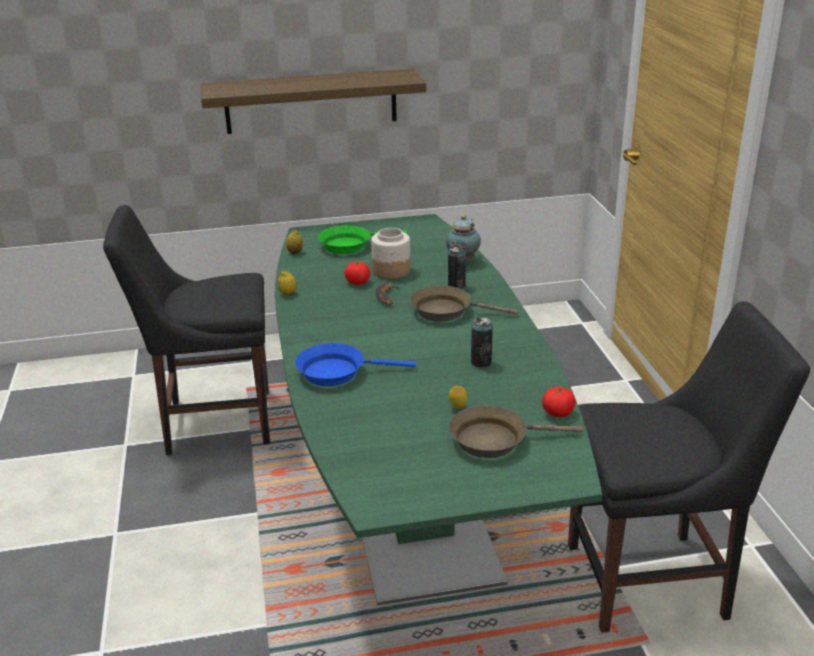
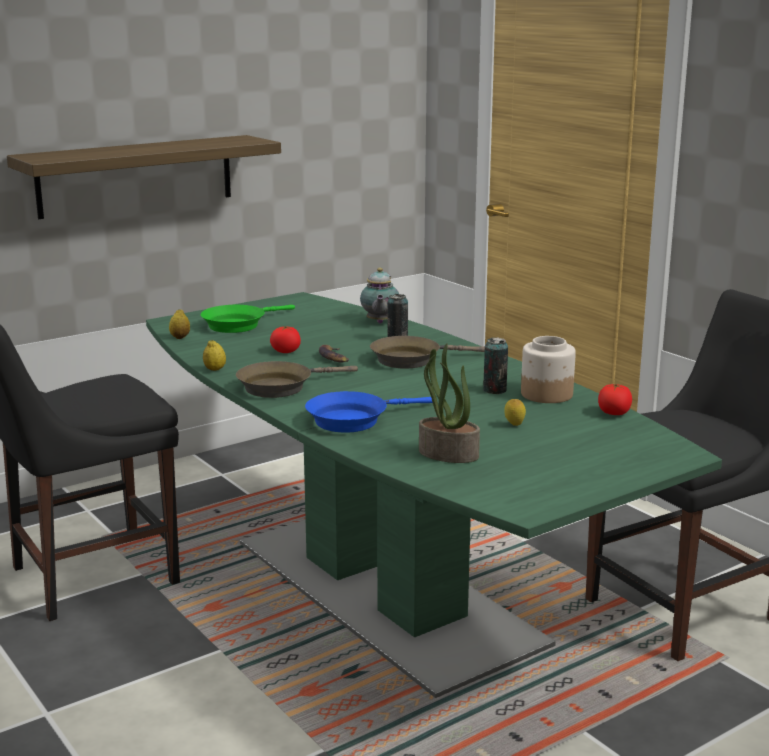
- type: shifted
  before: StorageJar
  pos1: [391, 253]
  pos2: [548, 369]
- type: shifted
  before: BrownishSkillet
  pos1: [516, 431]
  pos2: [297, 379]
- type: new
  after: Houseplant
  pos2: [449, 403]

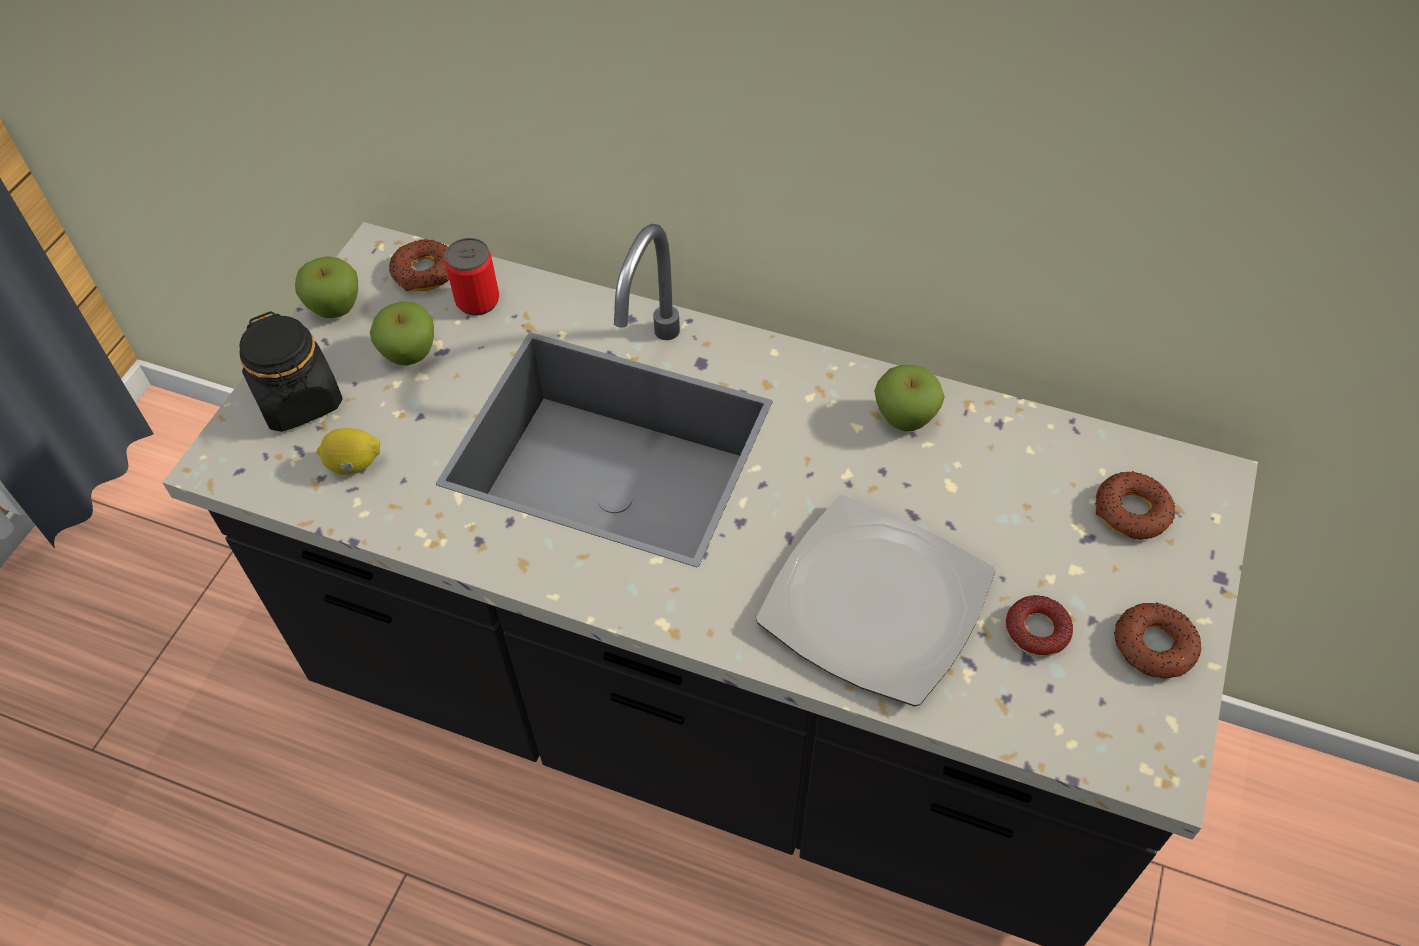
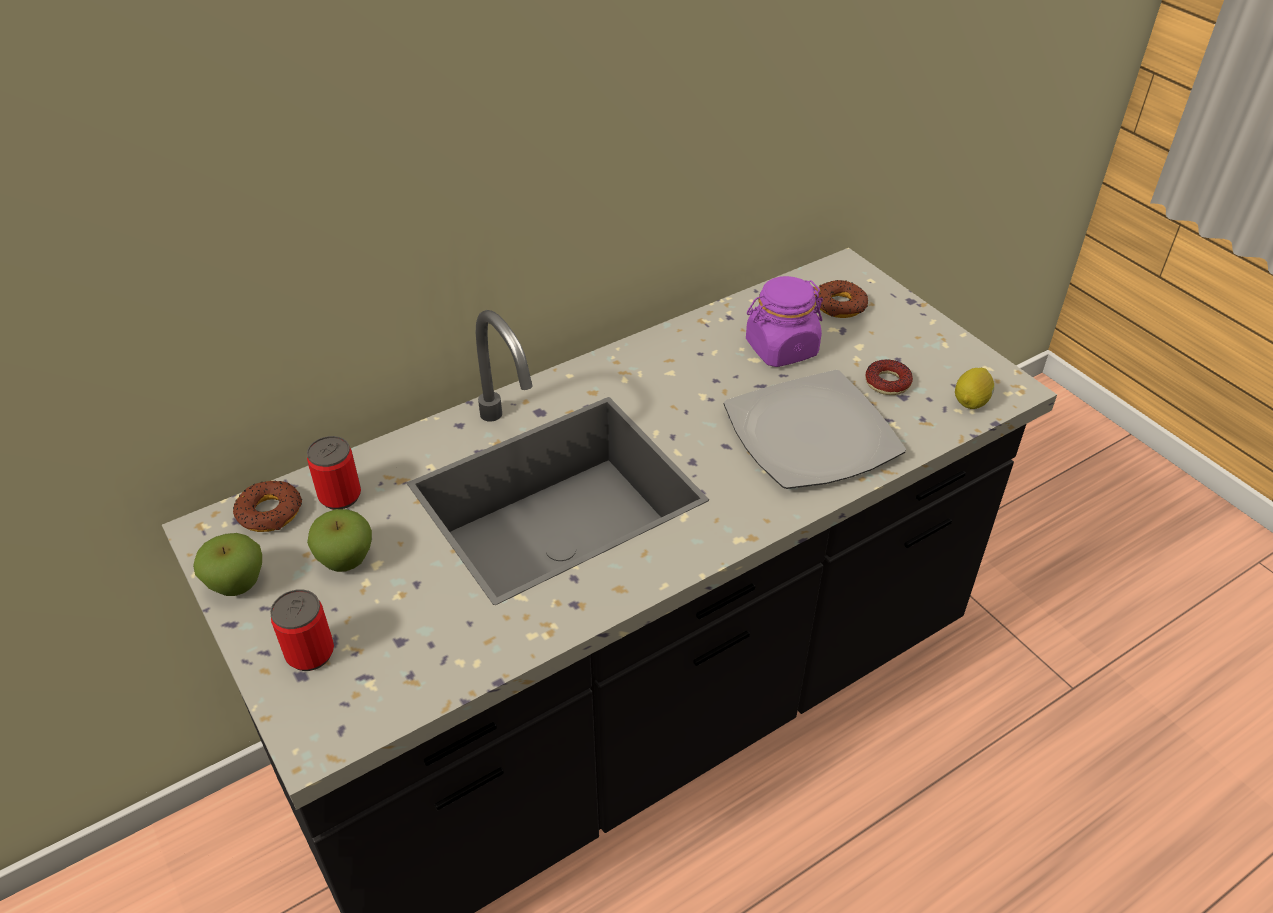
- type: swapped
  before: BlackishStorageJar
  after: Can
  pos1: [291, 371]
  pos2: [302, 630]
- type: shifted
  before: CitrusFruit
  pos1: [348, 451]
  pos2: [974, 388]
- type: gone
  before: AppleFruit
  pos1: [909, 398]
- type: gone
  before: Donut
  pos1: [1157, 640]
- type: new
  after: PurplishStorageJar
  pos2: [784, 321]

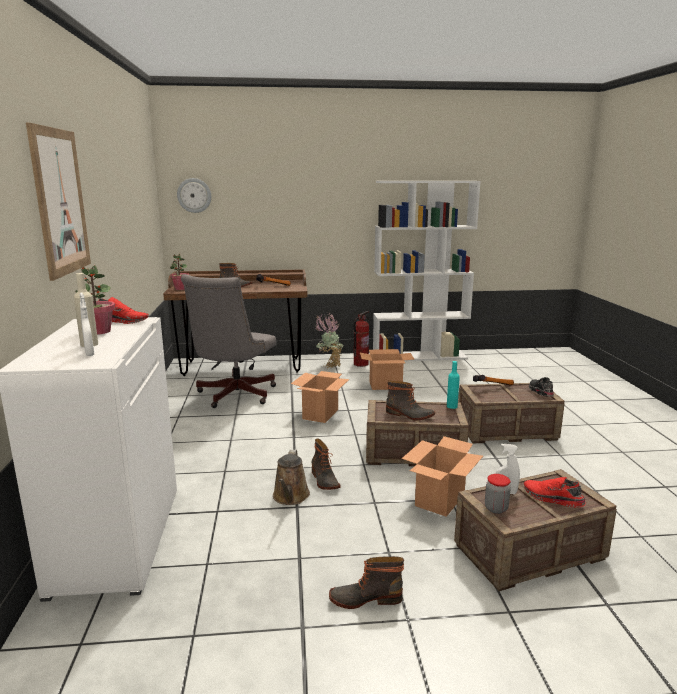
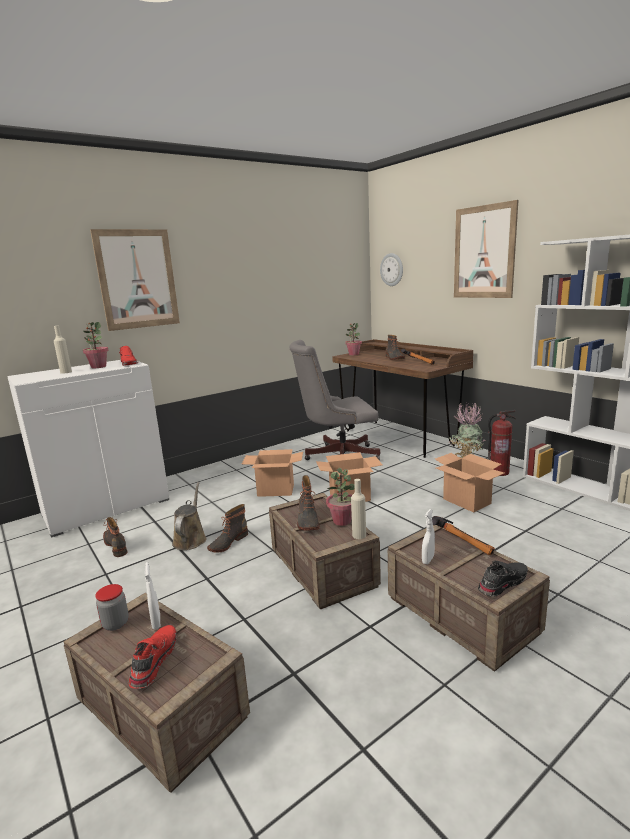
- type: shifted
  before: WhiteSprayer
  pos1: [86, 324]
  pos2: [428, 536]
- type: rotated
  before: BrownishWateringPot
  pos1: [291, 477]
  pos2: [189, 516]
  turn: 120
- type: shifted
  before: Boot
  pos1: [366, 582]
  pos2: [115, 537]
- type: shifted
  before: Carton
  pos1: [442, 476]
  pos2: [272, 473]
- type: repainted
  before: BlueGreenBeverageBottle
  after: SandColouredBeverageBottle
  pos1: [453, 385]
  pos2: [358, 509]
- type: new
  after: Houseplant
  pos2: [340, 497]
- type: new
  after: WallPicture
  pos2: [486, 249]

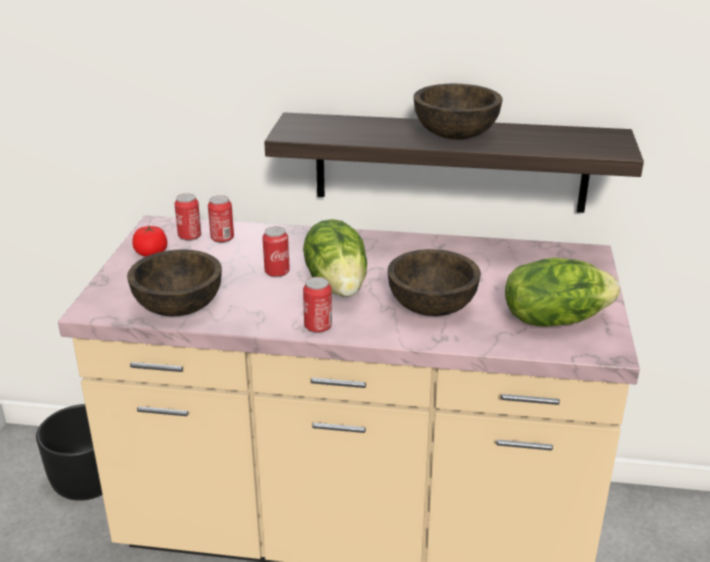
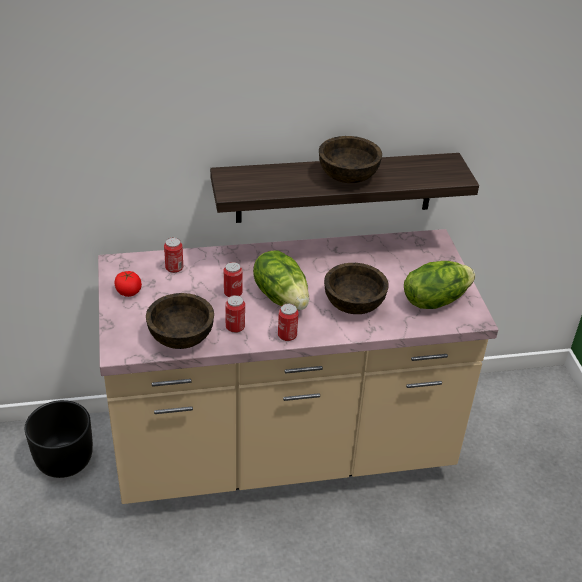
- type: shifted
  before: Can
  pos1: [187, 217]
  pos2: [235, 314]

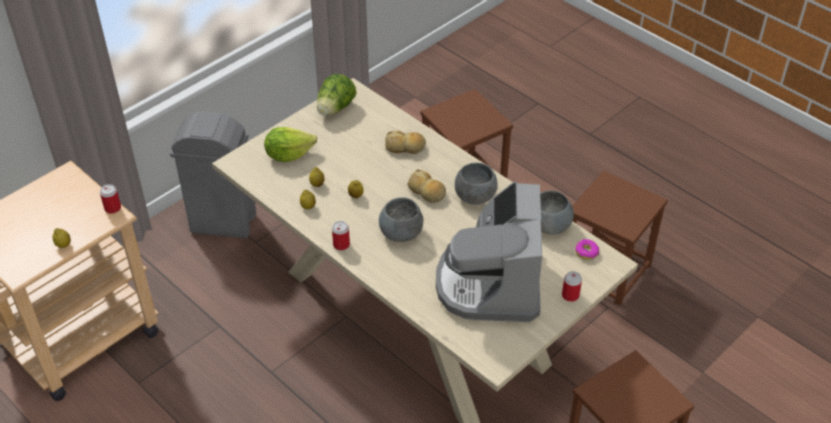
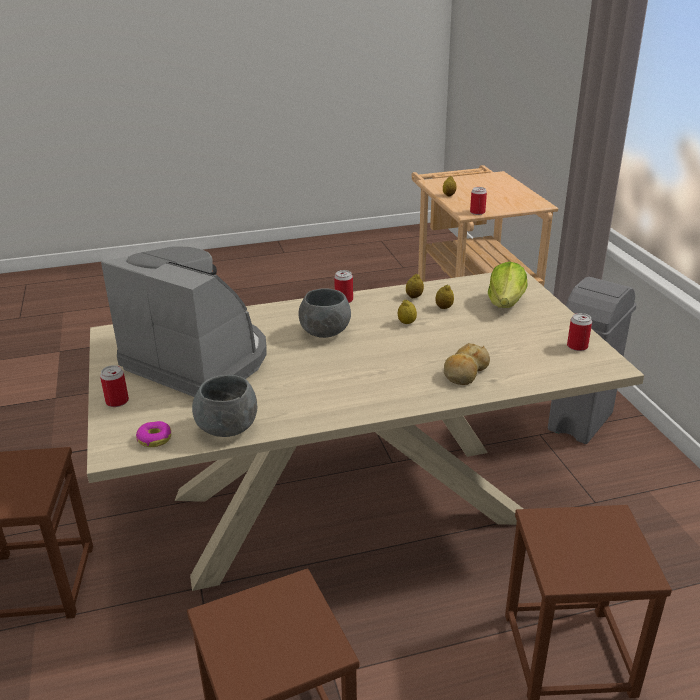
- type: swapped
  before: HeadOfLettuce
  after: Can
  pos1: [337, 95]
  pos2: [579, 332]
- type: gone
  before: BakedBread
  pos1: [426, 186]
- type: gone
  before: GreyishBowl
  pos1: [476, 184]

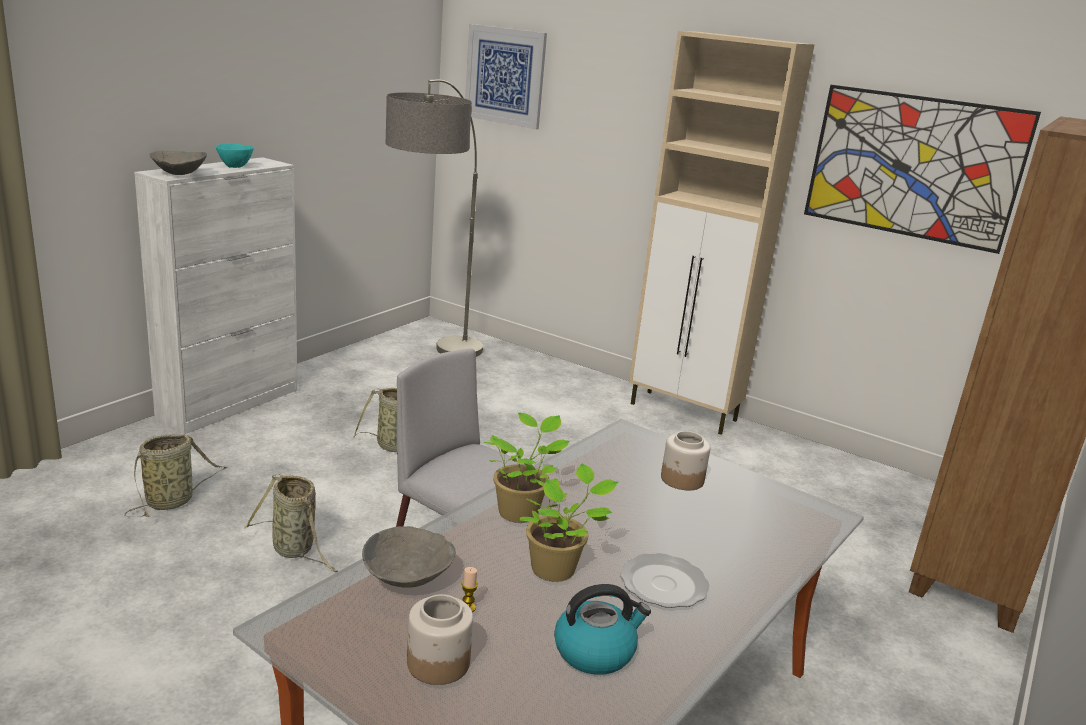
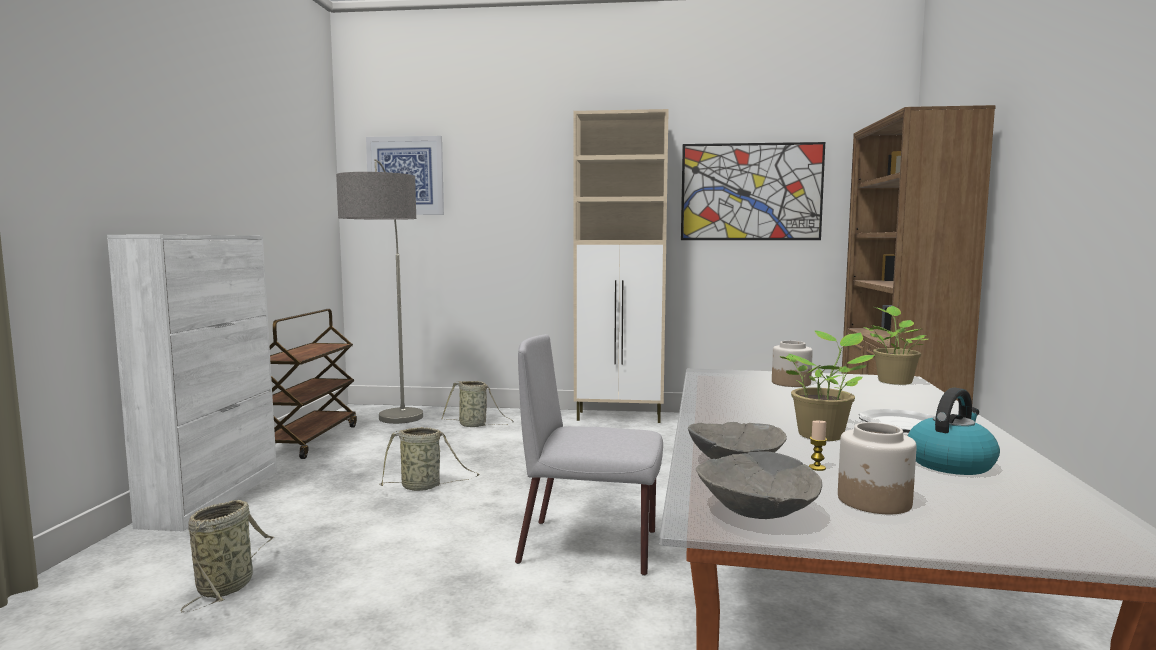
- type: shifted
  before: GreyishBowl
  pos1: [178, 163]
  pos2: [759, 485]
- type: gone
  before: BlueGreenBowl
  pos1: [235, 156]
- type: shifted
  before: HouseholdBasket
  pos1: [291, 523]
  pos2: [477, 404]
- type: shifted
  before: Houseplant
  pos1: [527, 468]
  pos2: [895, 345]
- type: new
  after: BrownishCart
  pos2: [313, 384]

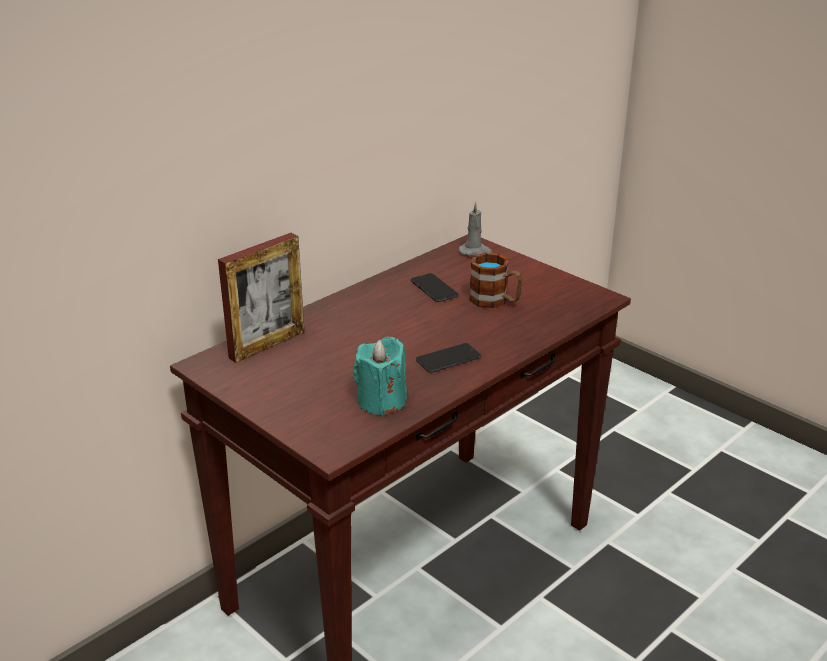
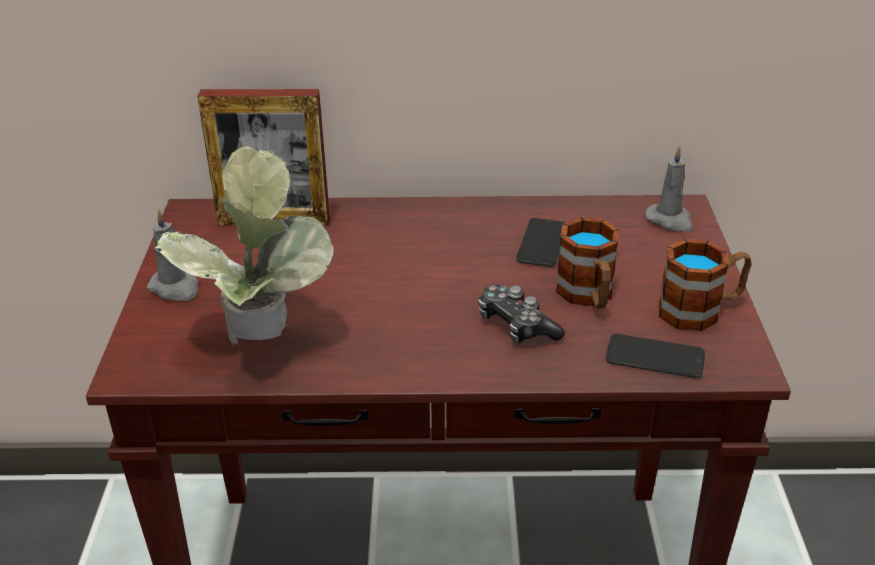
- type: swapped
  before: BlueGreenWaxCandle
  after: Houseplant
  pos1: [380, 376]
  pos2: [244, 245]
- type: shifted
  before: Phone
  pos1: [448, 358]
  pos2: [655, 356]
- type: new
  after: GreyishWaxCandle
  pos2: [173, 255]
- type: new
  after: Joypad
  pos2: [521, 314]
- type: new
  after: Mug
  pos2: [705, 285]

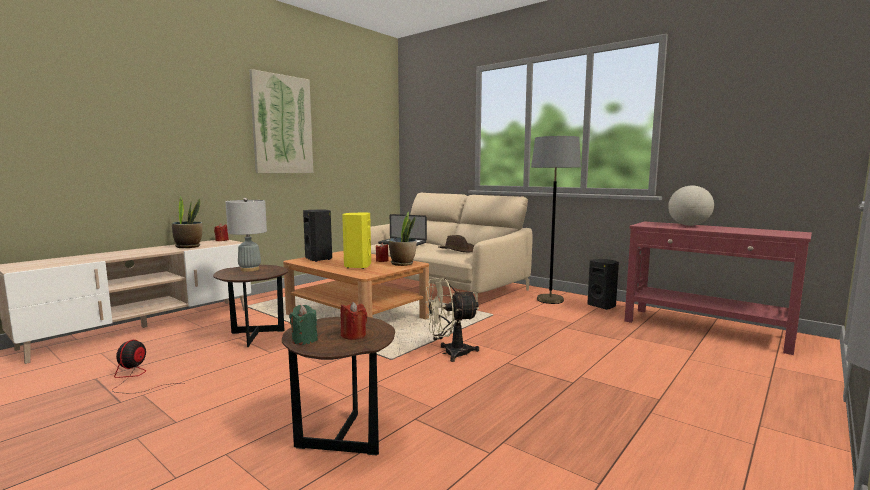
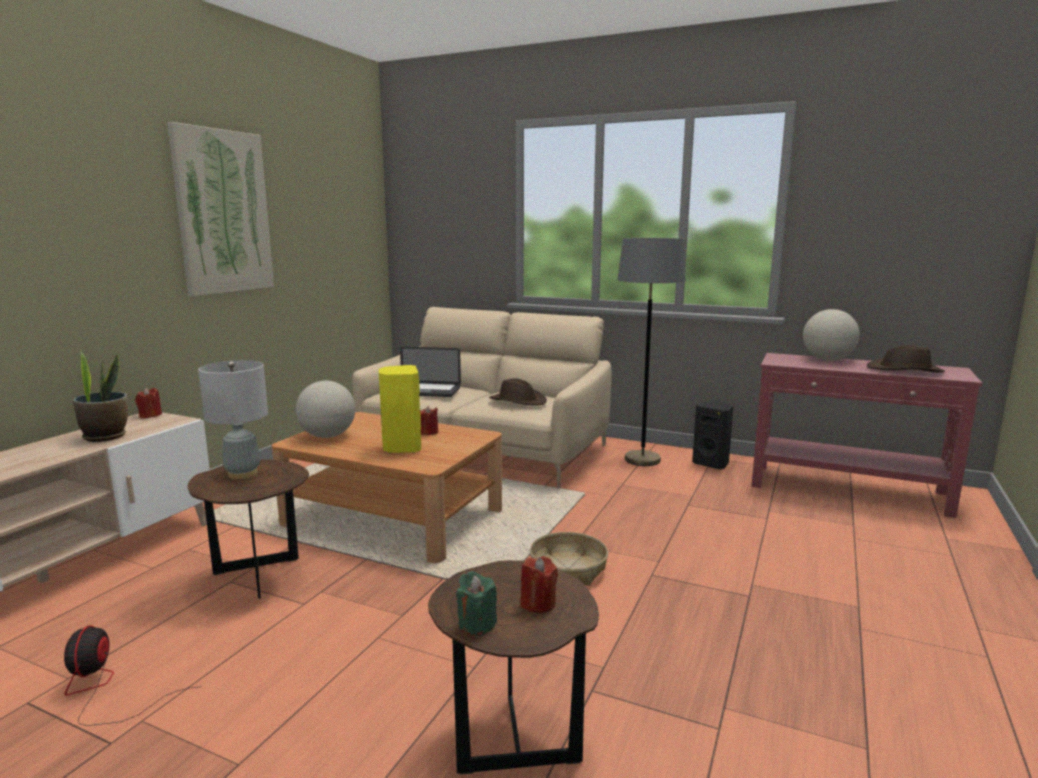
- type: swapped
  before: BlackishAudioSpeaker
  after: DeskGlobe
  pos1: [317, 235]
  pos2: [325, 409]
- type: gone
  before: Houseplant
  pos1: [403, 239]
- type: swapped
  before: SandColouredElectricFan
  after: HouseholdBasket
  pos1: [452, 320]
  pos2: [569, 559]
- type: new
  after: BrownishHat
  pos2: [906, 358]

